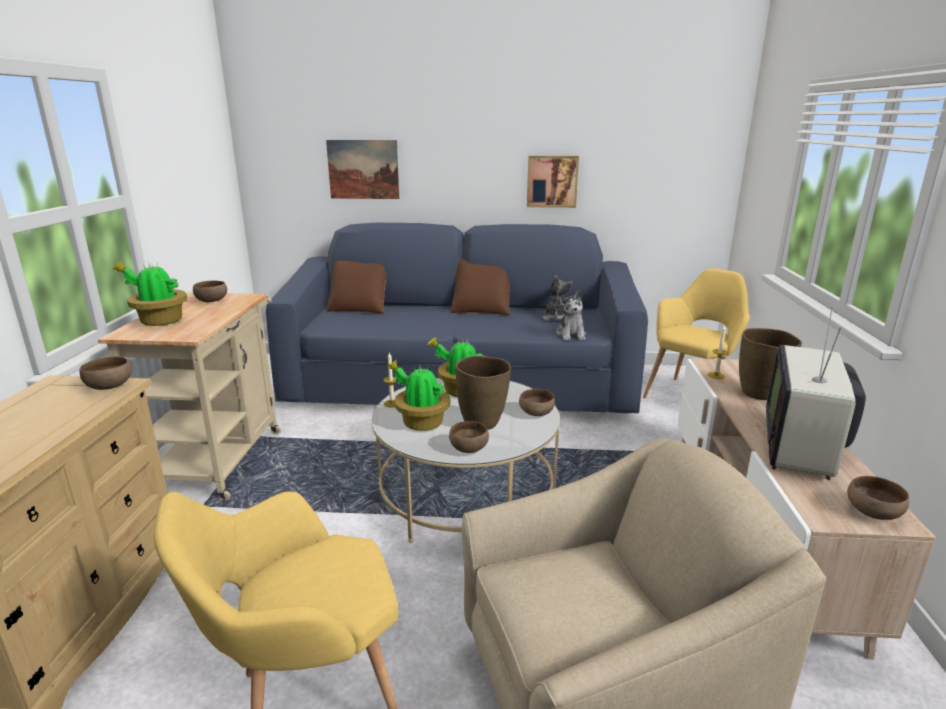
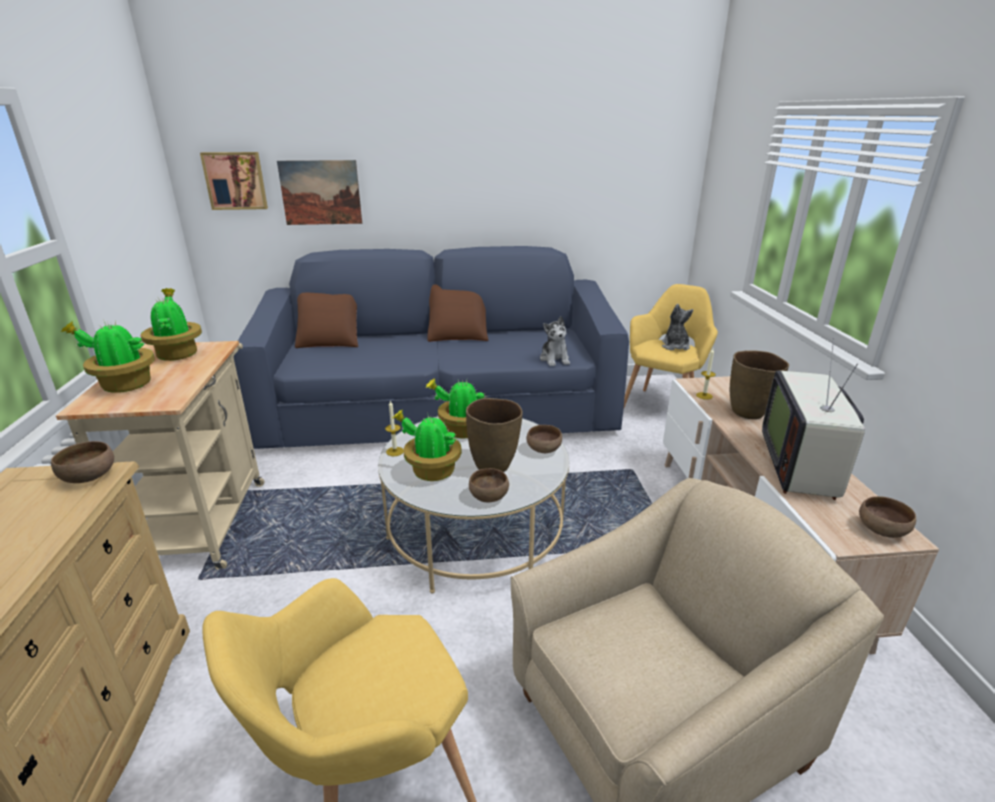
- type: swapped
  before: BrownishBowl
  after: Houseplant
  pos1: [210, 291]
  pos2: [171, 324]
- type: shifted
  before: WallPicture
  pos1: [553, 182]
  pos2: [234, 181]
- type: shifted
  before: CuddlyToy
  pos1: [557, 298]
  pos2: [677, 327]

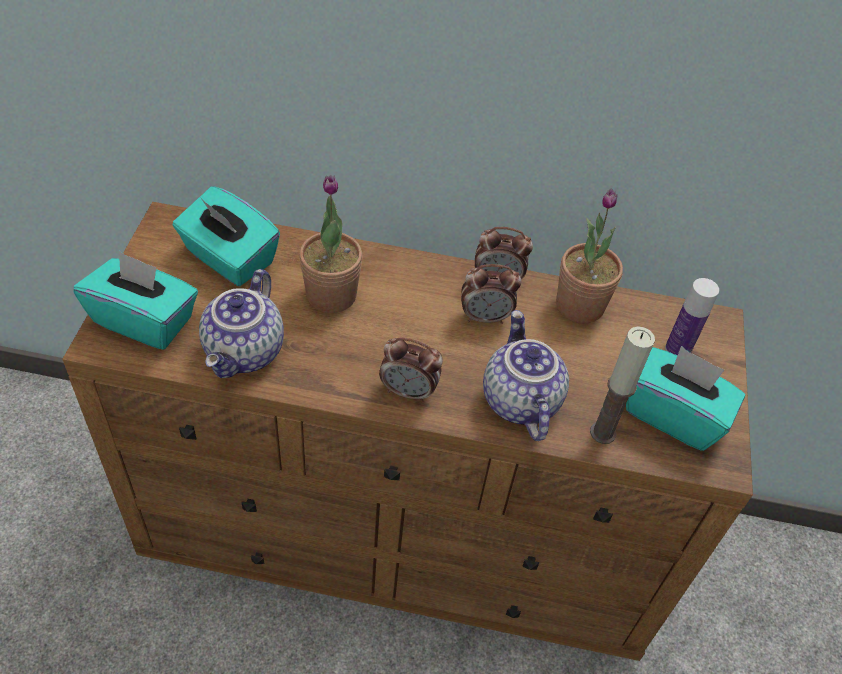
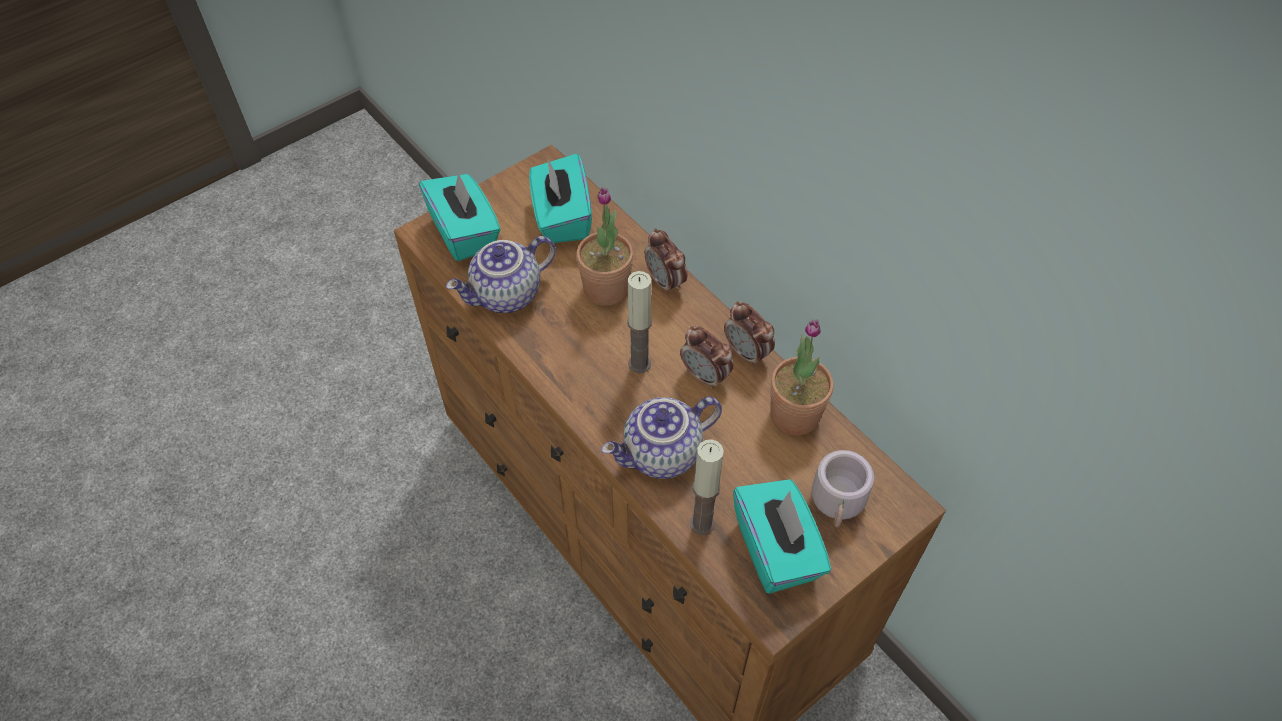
- type: shifted
  before: AlarmClock
  pos1: [411, 370]
  pos2: [666, 261]
- type: rotated
  before: Teapot
  pos1: [526, 375]
  pos2: [661, 438]
  turn: -150
- type: swapped
  before: BeverageBottle
  after: GreyishMug
  pos1: [692, 317]
  pos2: [844, 488]
- type: new
  after: WaxCandle
  pos2: [639, 322]

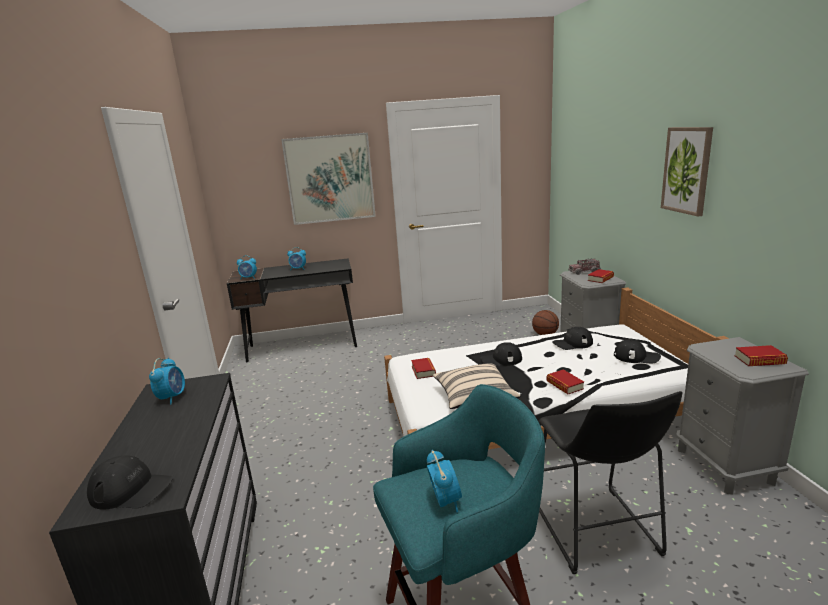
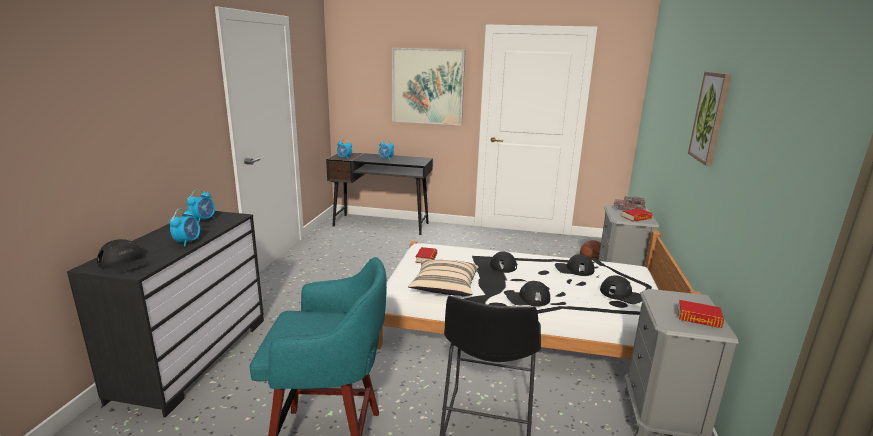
- type: shifted
  before: AlarmClock
  pos1: [444, 481]
  pos2: [184, 228]
- type: swapped
  before: Book
  after: BlackishBaseballCap
  pos1: [565, 381]
  pos2: [528, 294]

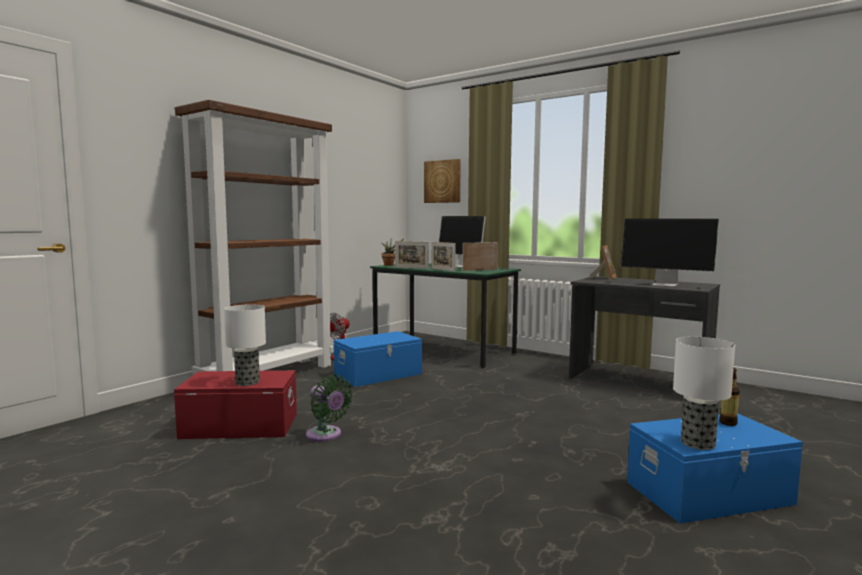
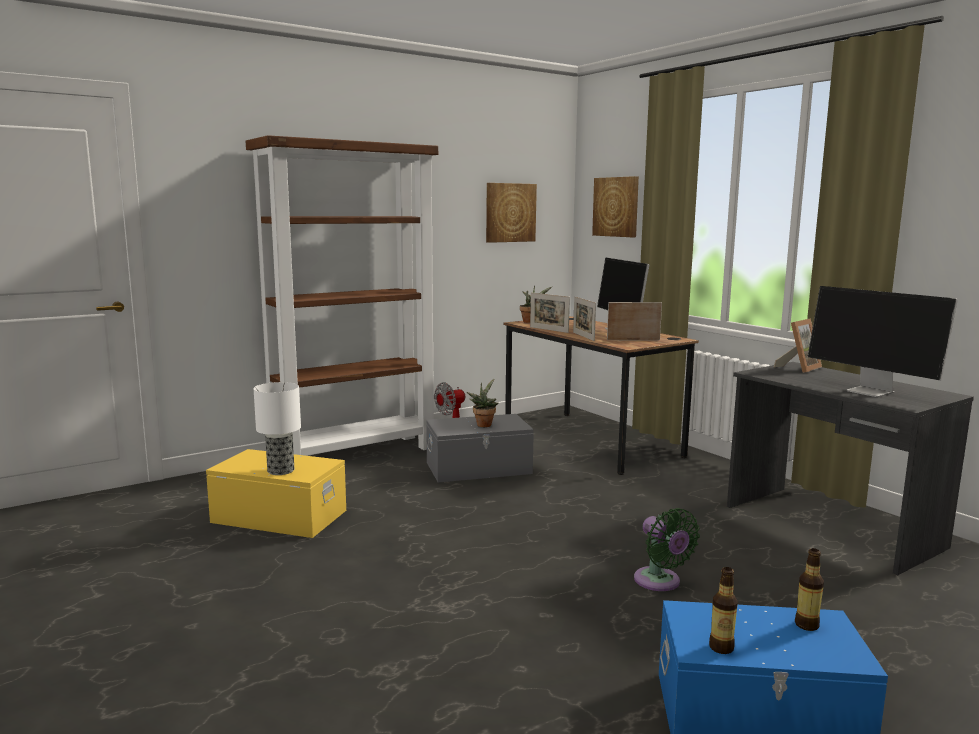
- type: repainted
  before: ReddishStorageBin
  after: YellowStorageBin
  pos1: [235, 404]
  pos2: [276, 493]
- type: shifted
  before: GreenColouredElectricFan
  pos1: [329, 408]
  pos2: [667, 549]
- type: repainted
  before: BluishStorageBin
  after: GreyishStorageBin
  pos1: [378, 359]
  pos2: [480, 448]
- type: repainted
  before: GreenColouredDeskTable
  after: BrownishDeskTable
  pos1: [445, 315]
  pos2: [601, 395]
- type: swapped
  before: LampForATable
  after: BeverageBottle
  pos1: [704, 393]
  pos2: [723, 610]
- type: new
  after: Houseplant
  pos2: [482, 403]
- type: new
  after: WallPicture
  pos2: [511, 213]

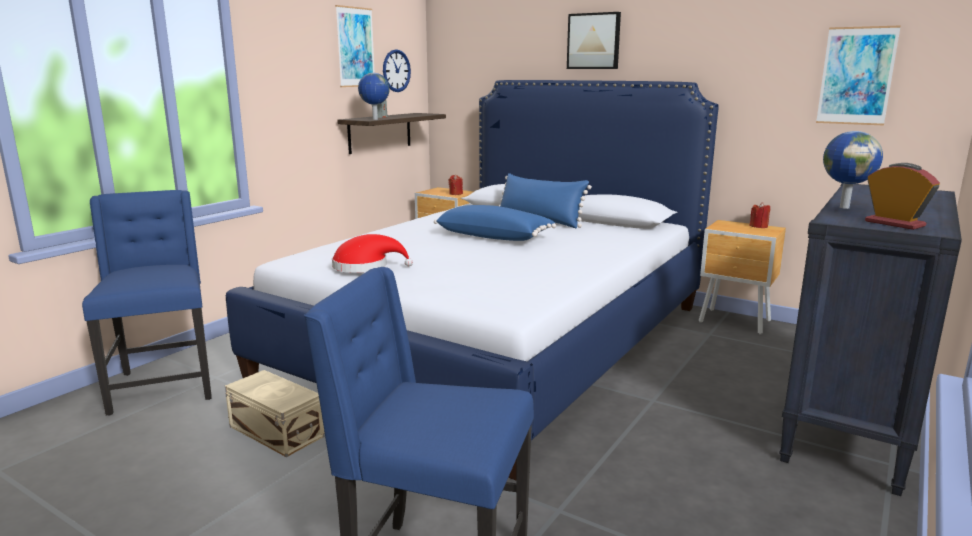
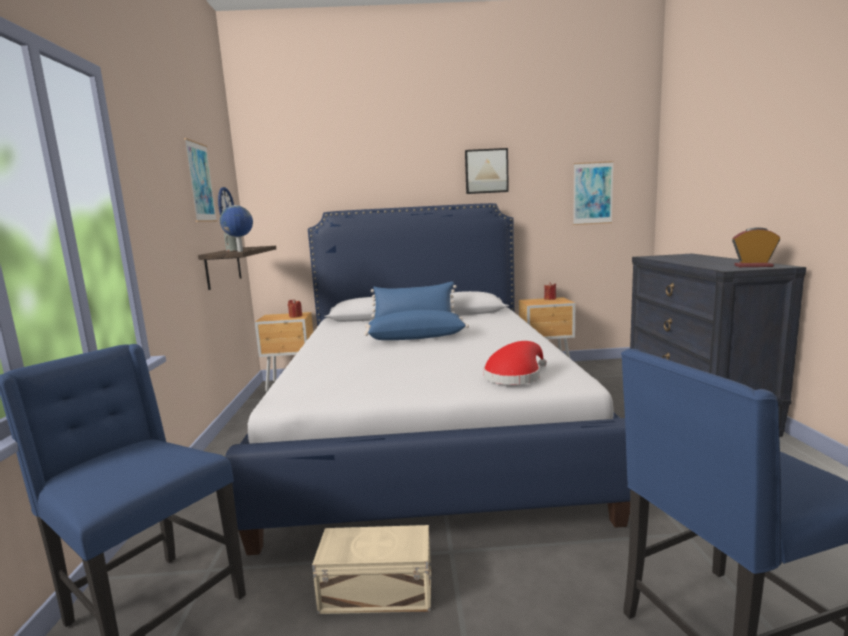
- type: shifted
  before: ReddishHat
  pos1: [372, 253]
  pos2: [515, 363]
- type: shifted
  before: WallPicture
  pos1: [594, 40]
  pos2: [487, 171]
- type: gone
  before: DeskGlobe
  pos1: [853, 170]

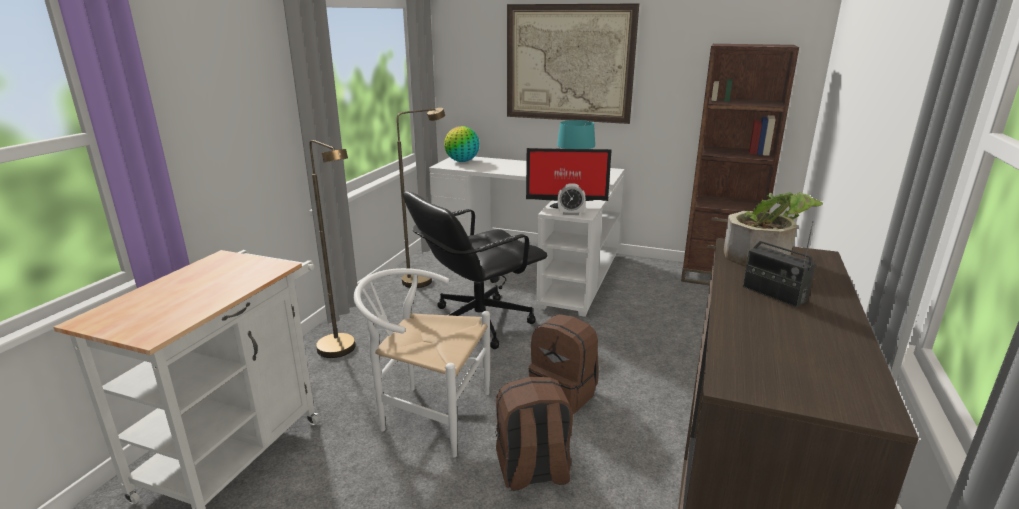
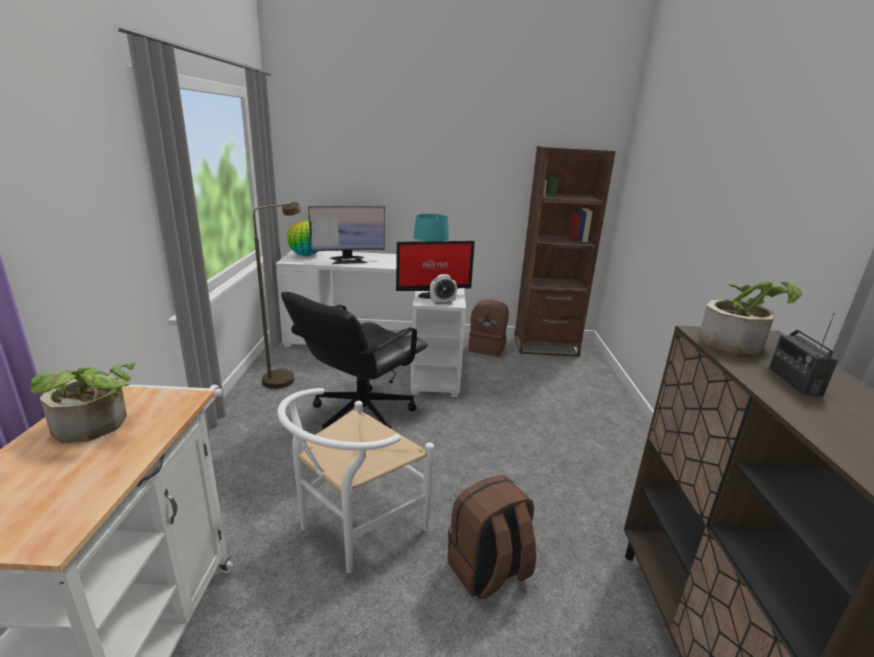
- type: gone
  before: BrownishStandardLamp
  pos1: [332, 249]
- type: rotated
  before: WhitePlainChair
  pos1: [422, 363]
  pos2: [355, 481]
  turn: -45
- type: gone
  before: WallPicture
  pos1: [573, 64]
- type: shifted
  before: BrownishBackpack
  pos1: [564, 364]
  pos2: [489, 328]
- type: rotated
  before: RadioReceiver
  pos1: [779, 264]
  pos2: [803, 354]
  turn: 60
- type: new
  after: Houseplant
  pos2: [83, 402]
- type: new
  after: ComputerDisplay
  pos2: [346, 235]

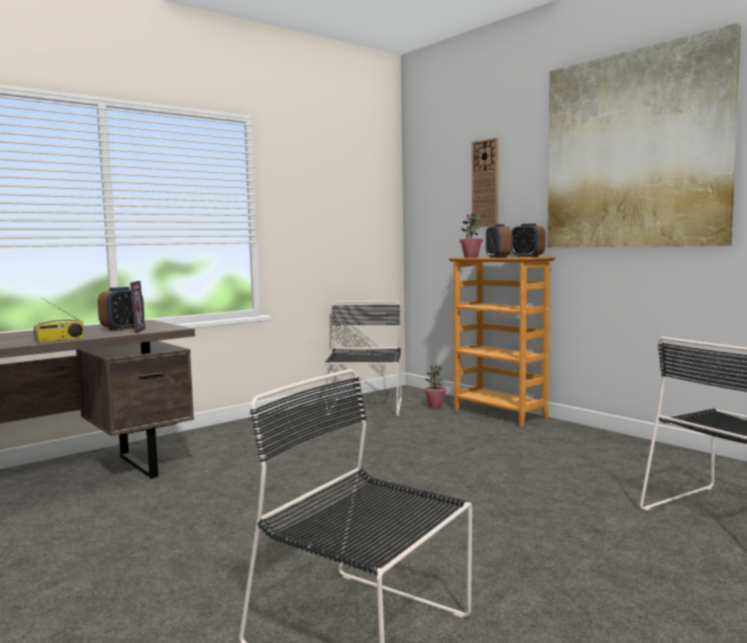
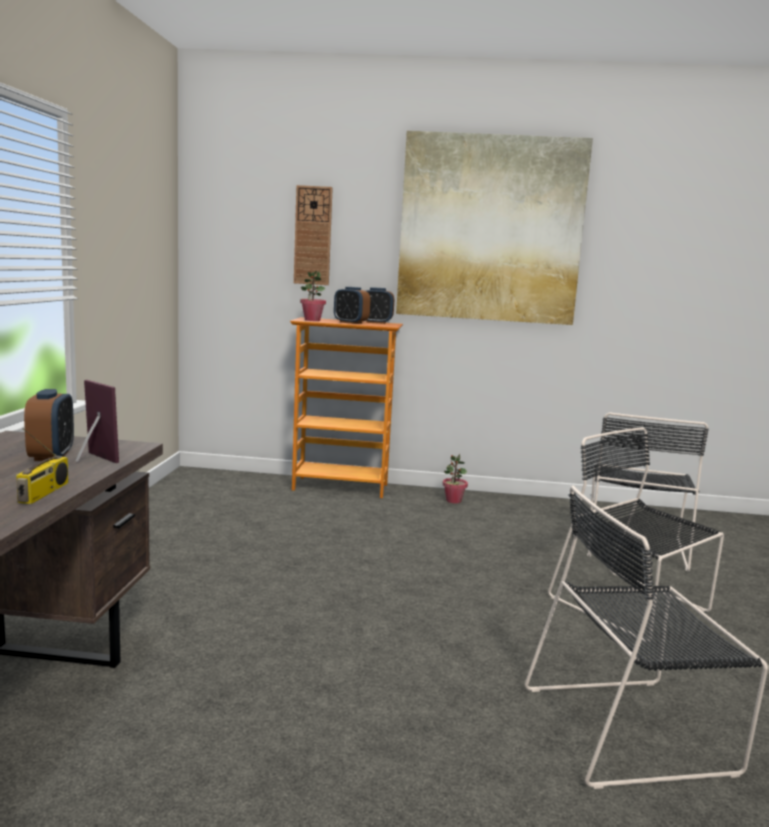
- type: shifted
  before: BlackishPlainChair
  pos1: [362, 358]
  pos2: [636, 535]
- type: shifted
  before: Houseplant
  pos1: [435, 386]
  pos2: [455, 479]

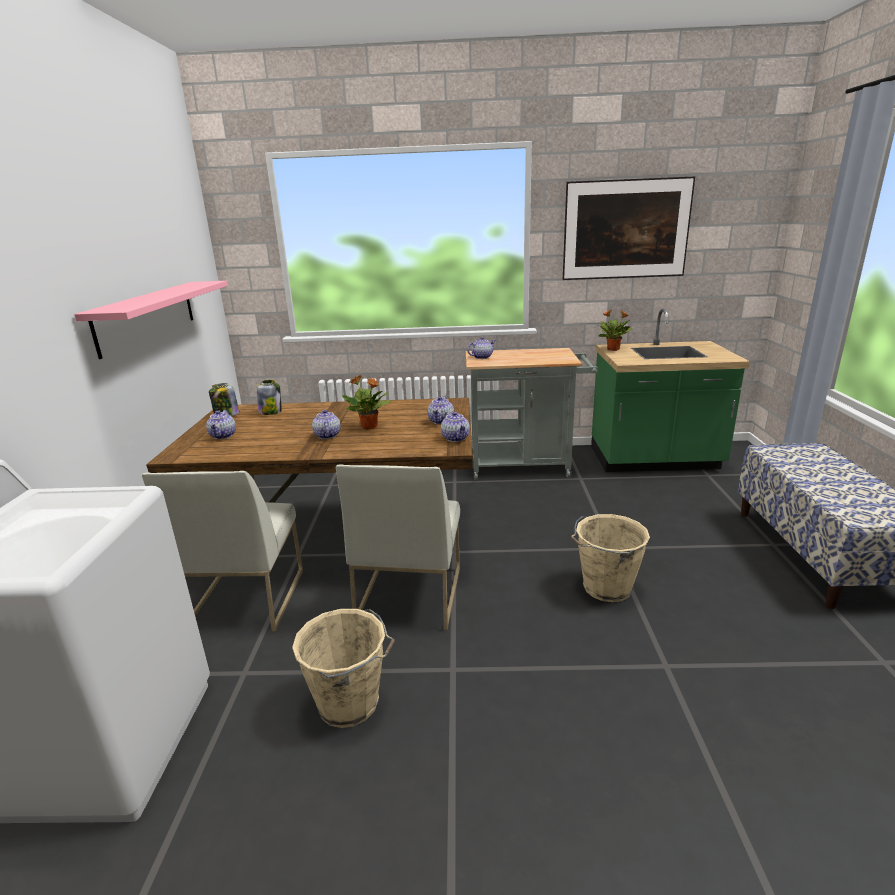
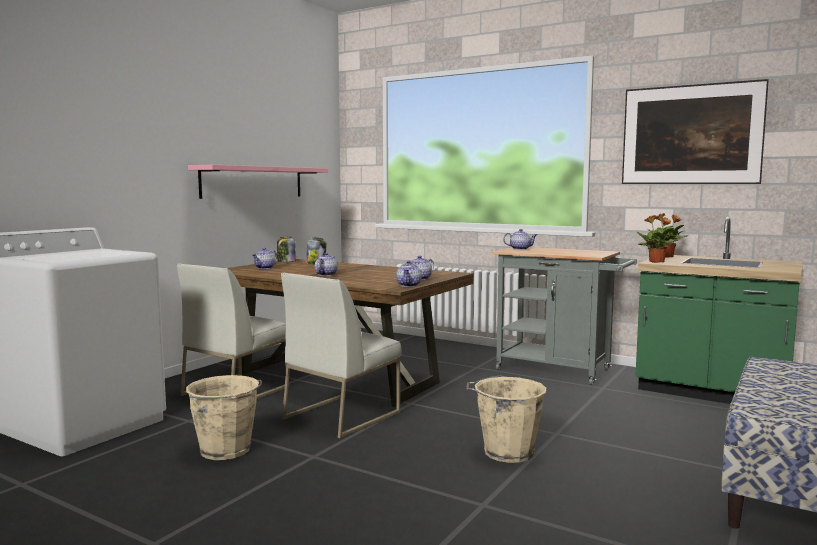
- type: shifted
  before: Houseplant
  pos1: [366, 402]
  pos2: [658, 239]

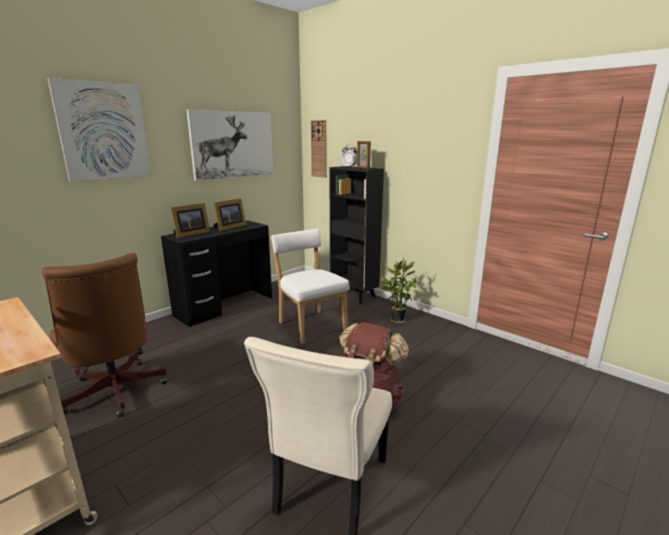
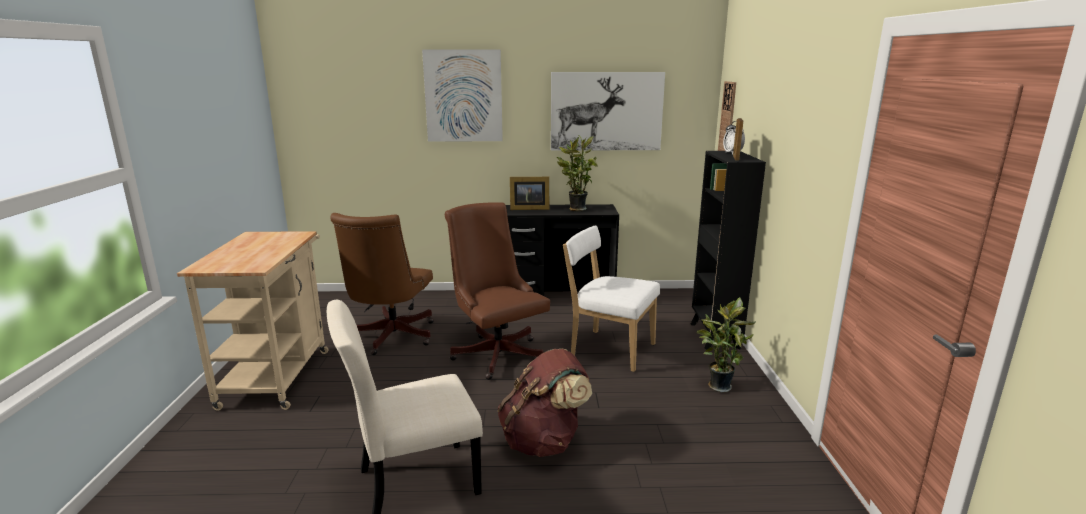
- type: swapped
  before: PictureFrame
  after: Houseplant
  pos1: [230, 214]
  pos2: [577, 172]
- type: rotated
  before: WhitePlainChair
  pos1: [310, 286]
  pos2: [611, 298]
  turn: -75
- type: new
  after: BrownishDeskChair
  pos2: [497, 291]

